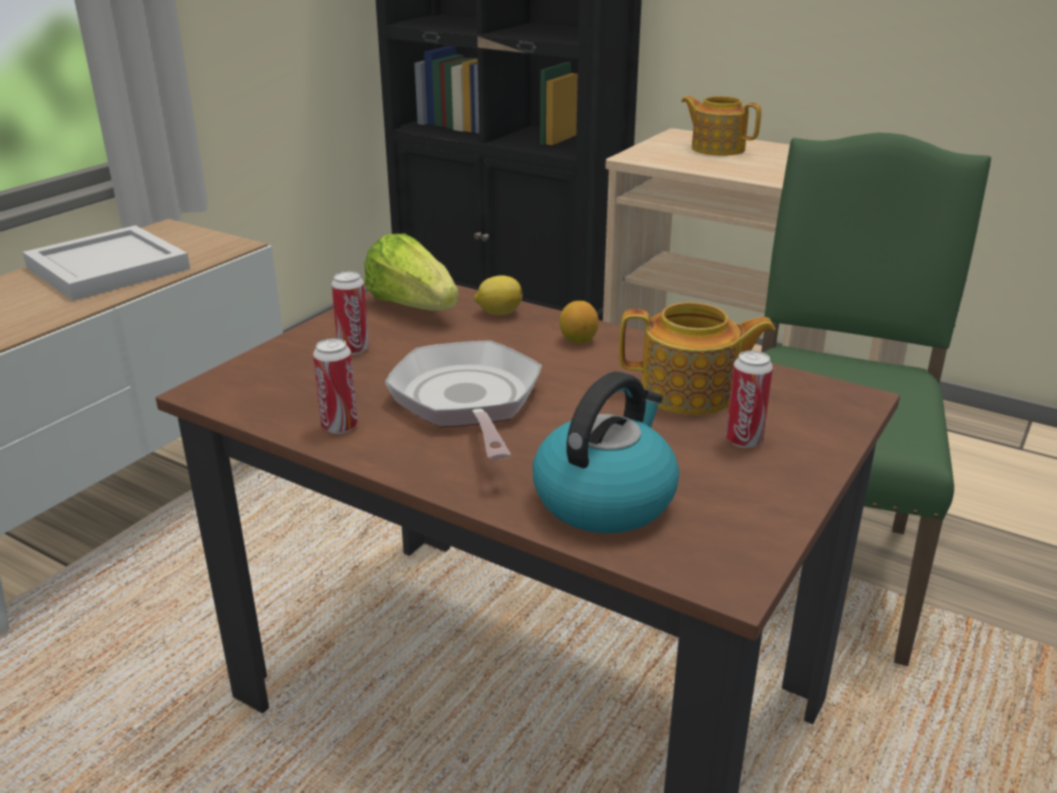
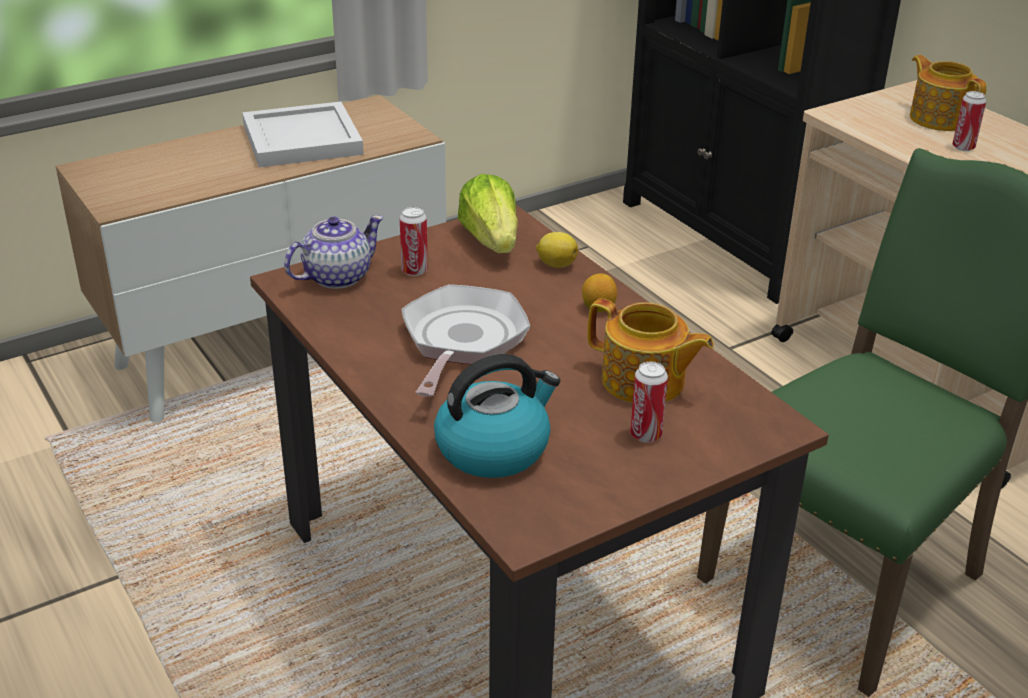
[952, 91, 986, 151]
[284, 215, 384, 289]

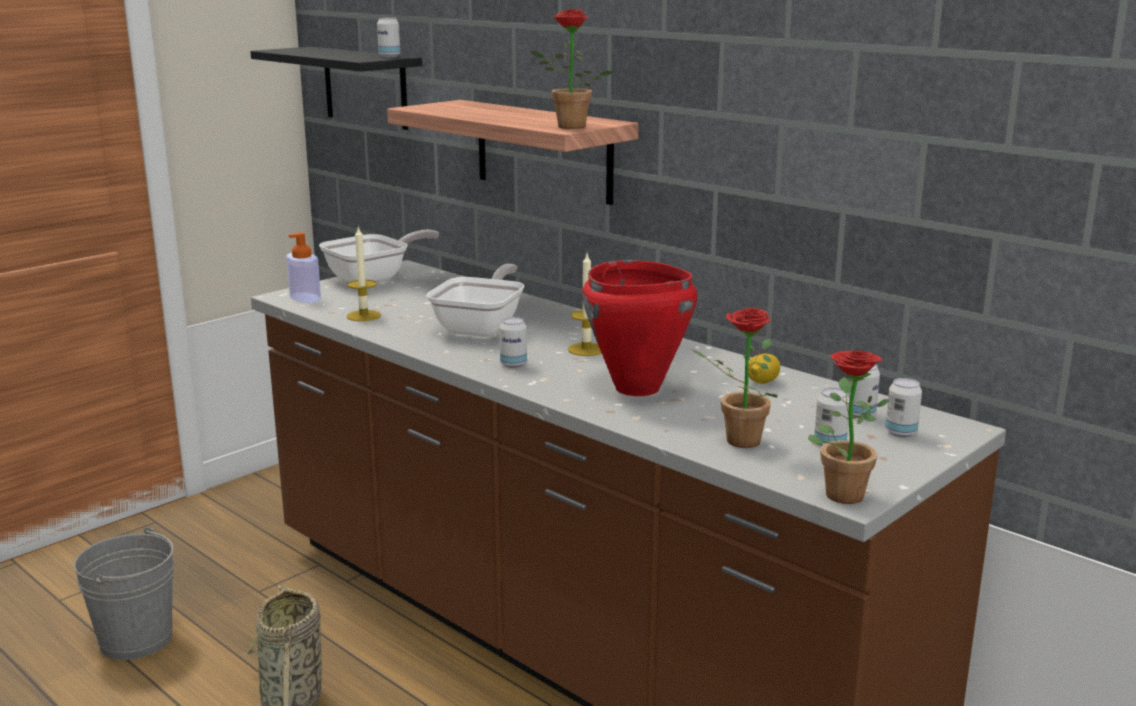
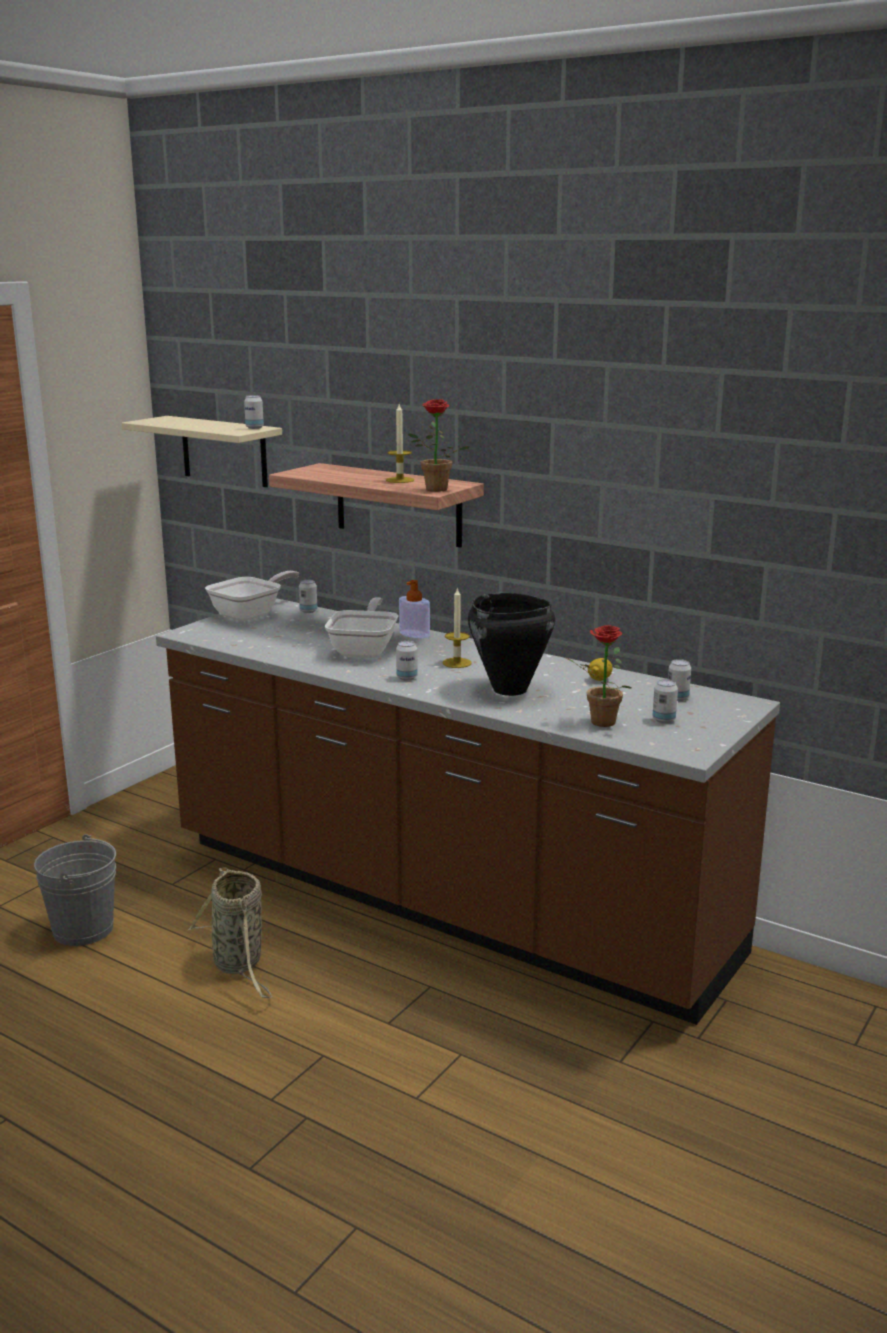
[122, 416, 282, 487]
[386, 404, 414, 483]
[399, 580, 430, 638]
[468, 593, 555, 696]
[808, 350, 890, 504] (first image)
[299, 580, 317, 613]

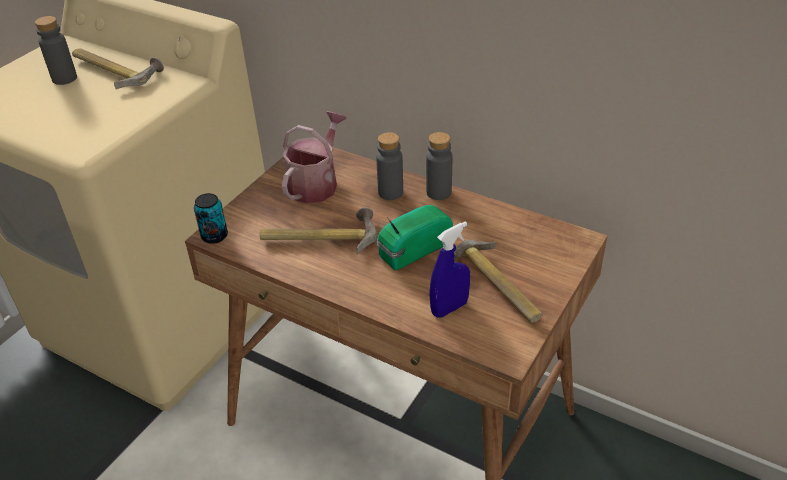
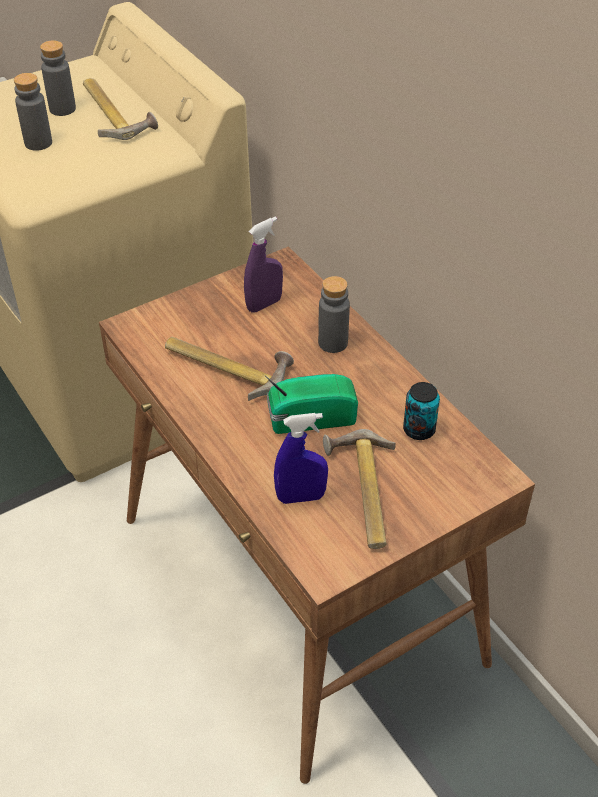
[244, 217, 283, 313]
[14, 73, 52, 151]
[403, 382, 440, 440]

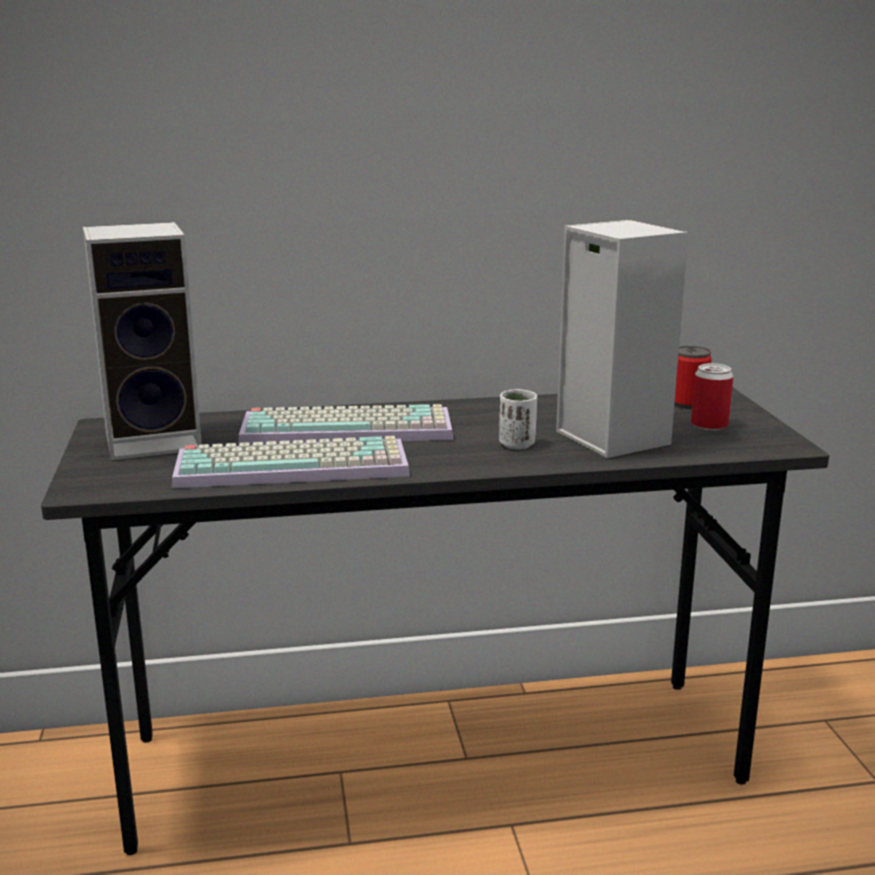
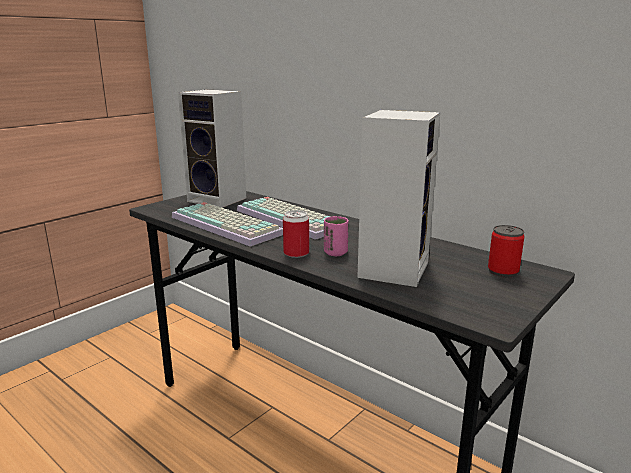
[283, 210, 309, 258]
[324, 216, 349, 256]

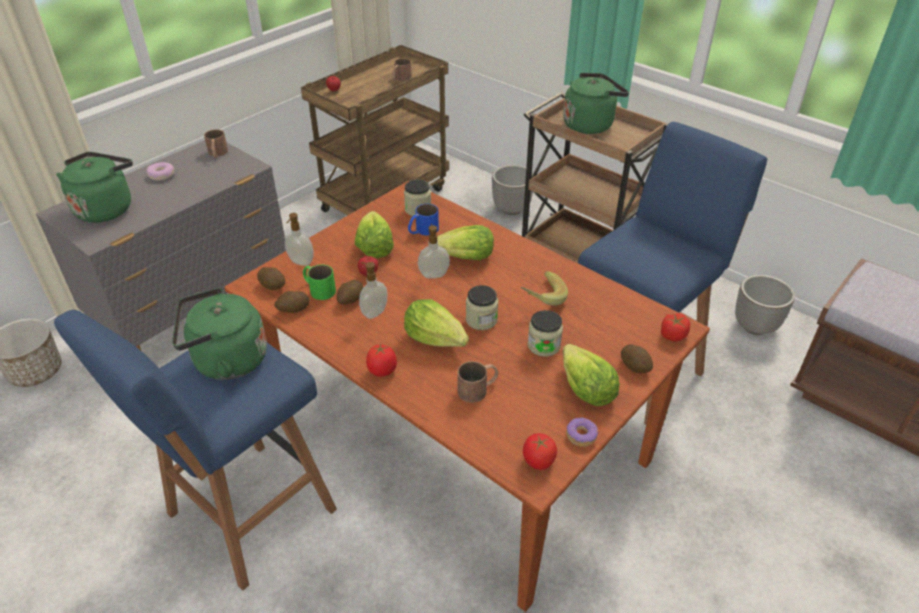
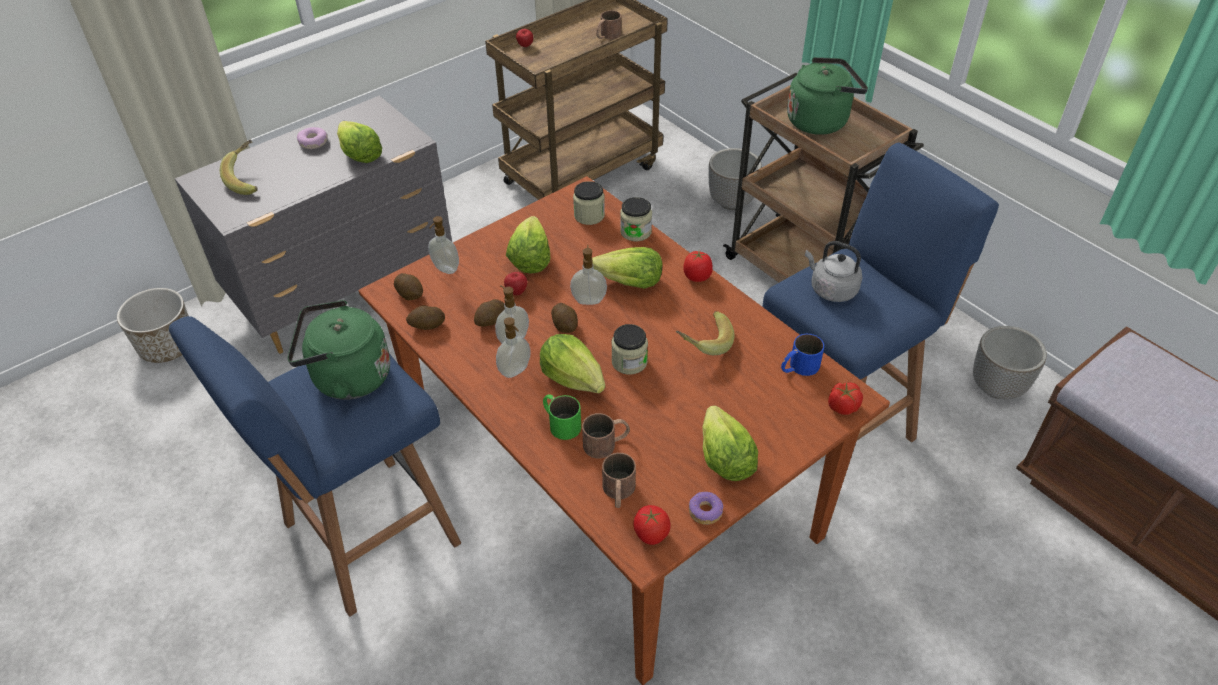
[602, 453, 636, 508]
[220, 140, 258, 195]
[781, 334, 824, 376]
[543, 394, 581, 440]
[620, 197, 652, 241]
[683, 251, 713, 282]
[551, 303, 578, 333]
[337, 121, 382, 163]
[805, 241, 862, 302]
[496, 317, 531, 378]

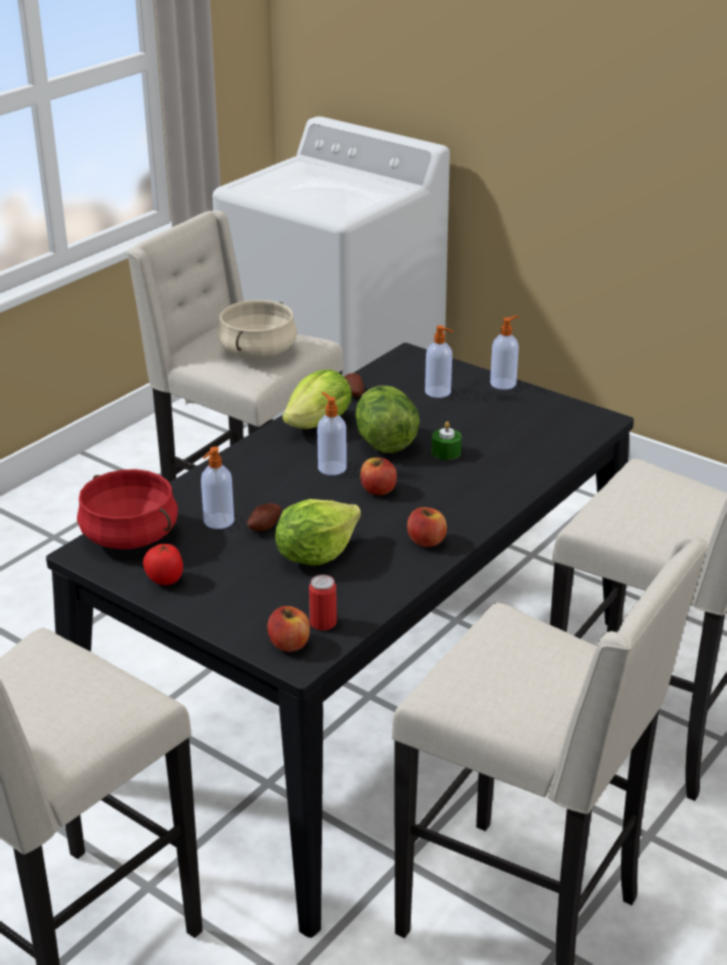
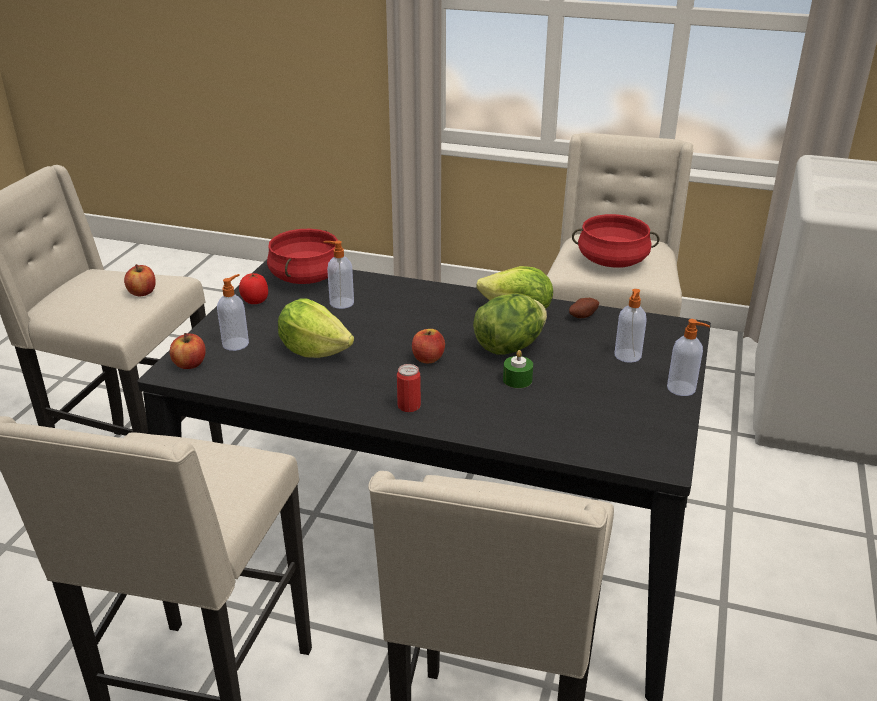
[572, 214, 659, 268]
[217, 274, 249, 351]
[247, 503, 281, 531] (first image)
[124, 264, 156, 296]
[397, 364, 421, 412]

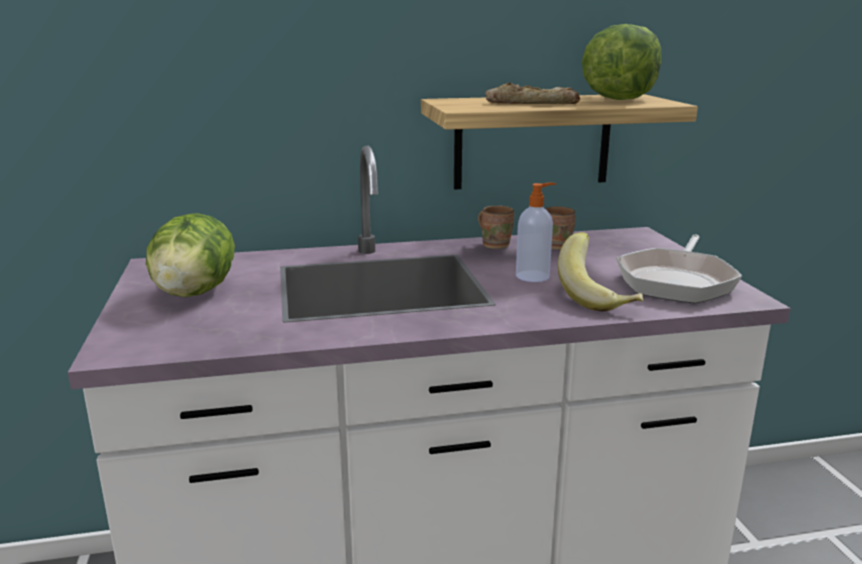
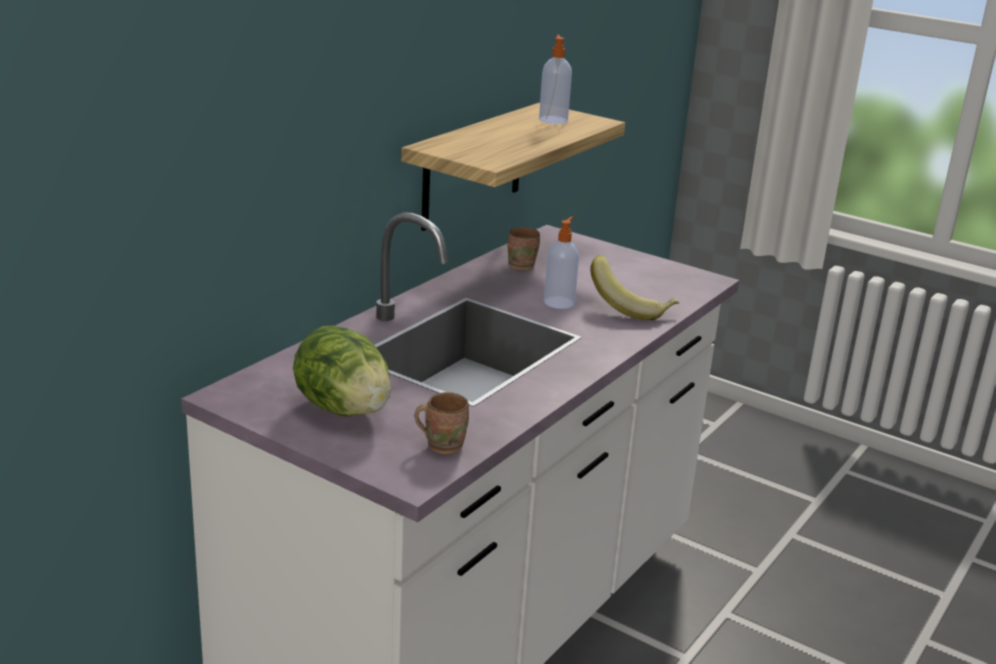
[539, 35, 572, 124]
[485, 83, 580, 104] (first image)
[415, 392, 469, 455]
[616, 235, 742, 303] (first image)

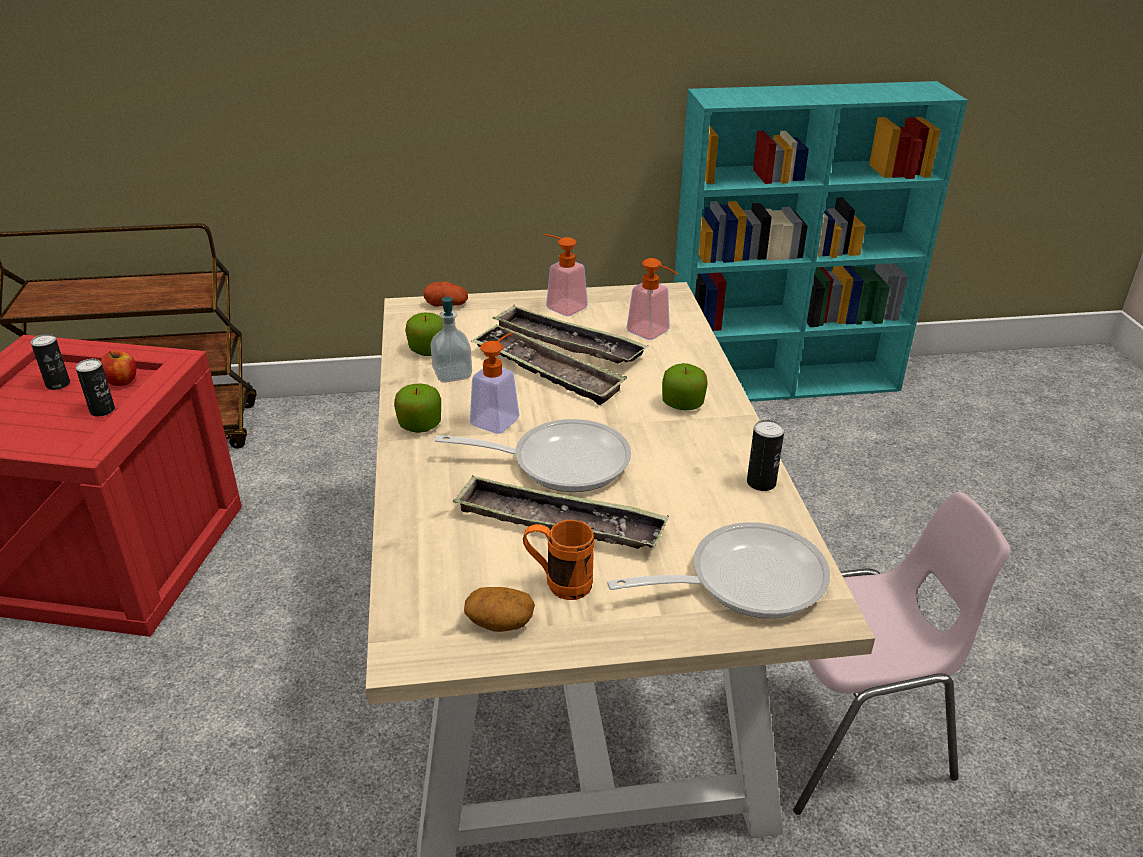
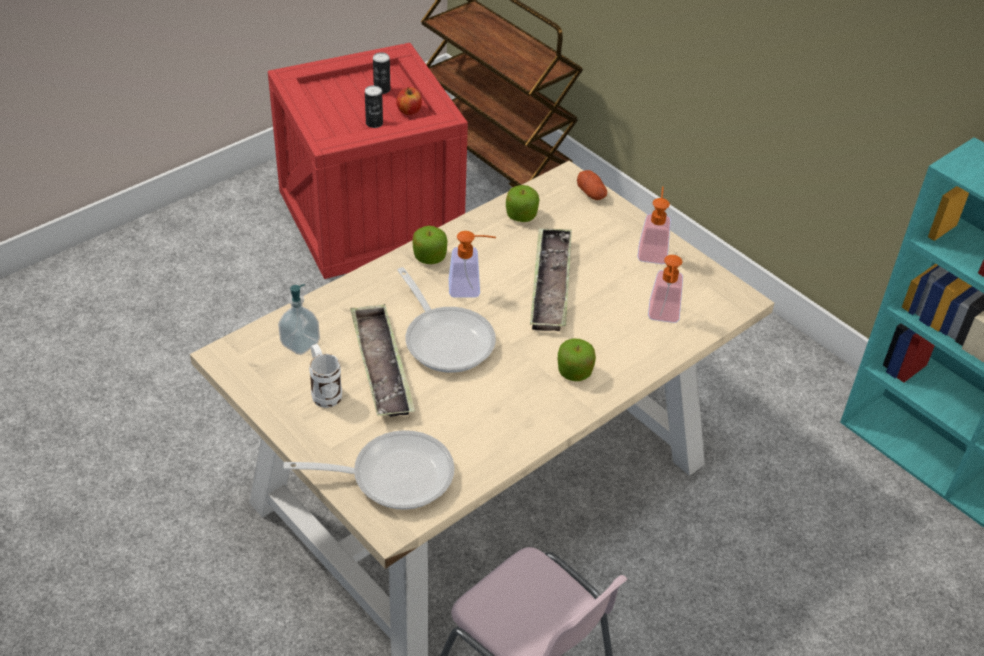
[278, 284, 320, 355]
[493, 305, 648, 364] (first image)
[747, 419, 784, 491] (first image)
[309, 344, 342, 408]
[284, 430, 455, 510]
[464, 587, 535, 632] (first image)

